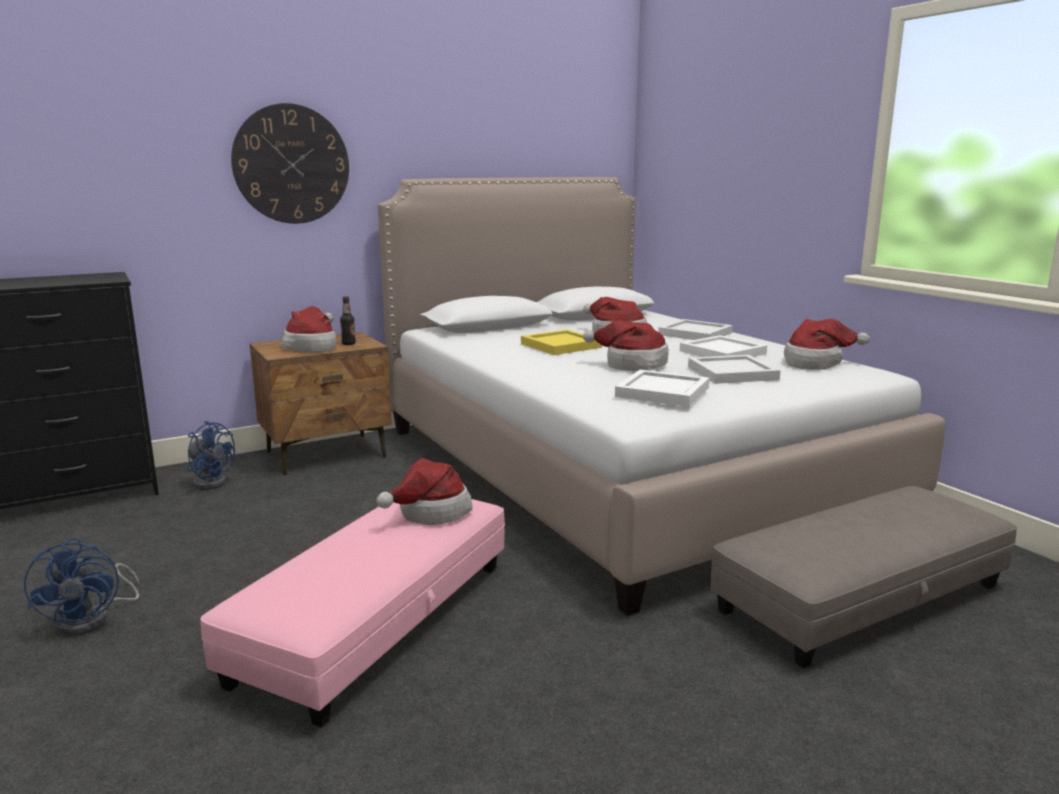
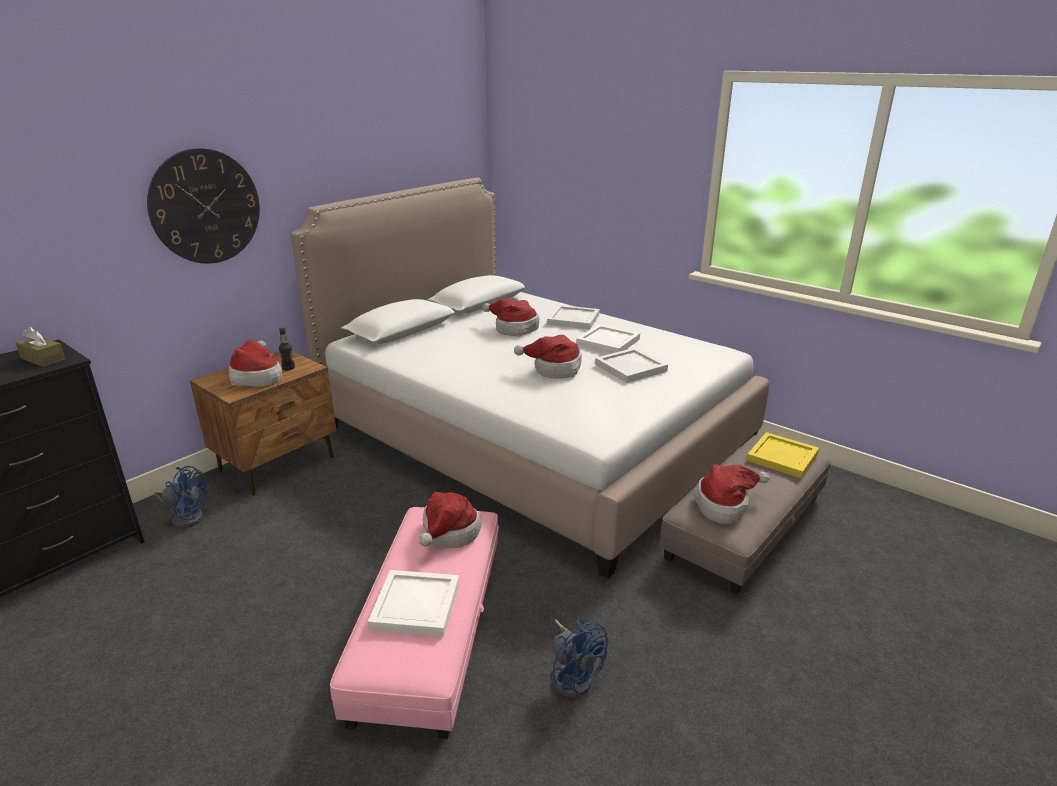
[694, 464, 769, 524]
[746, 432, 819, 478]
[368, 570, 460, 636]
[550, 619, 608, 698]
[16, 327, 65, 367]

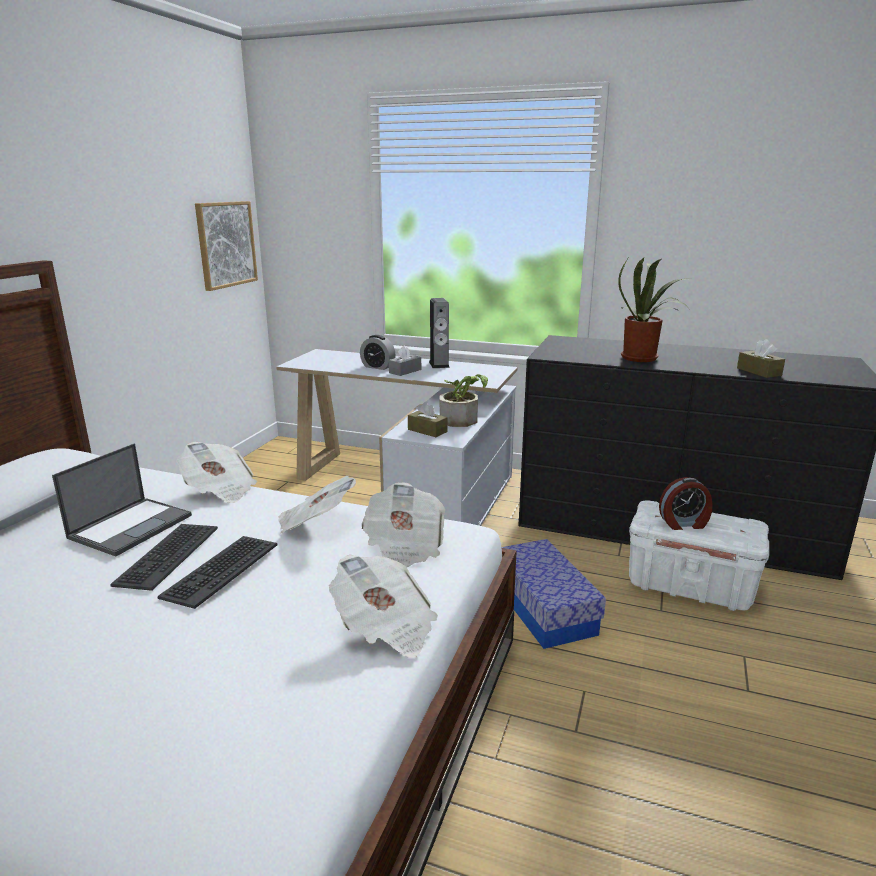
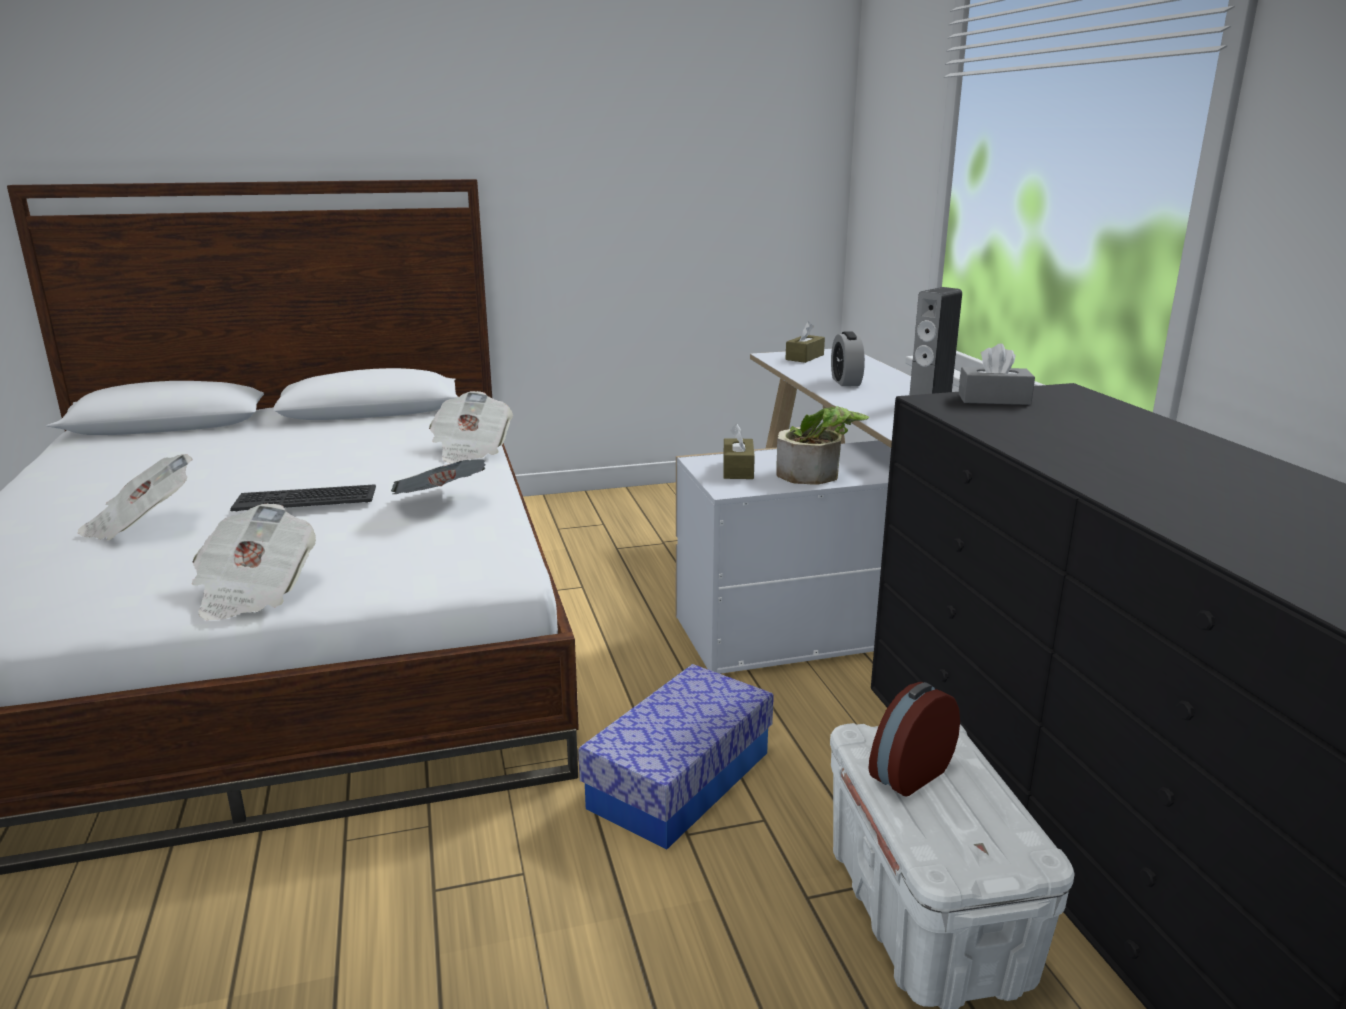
[195, 201, 258, 291] (first image)
[618, 257, 692, 362] (first image)
[785, 322, 825, 363]
[958, 343, 1035, 405]
[52, 443, 192, 556] (first image)
[868, 682, 960, 797]
[77, 454, 193, 541]
[111, 524, 218, 591] (first image)

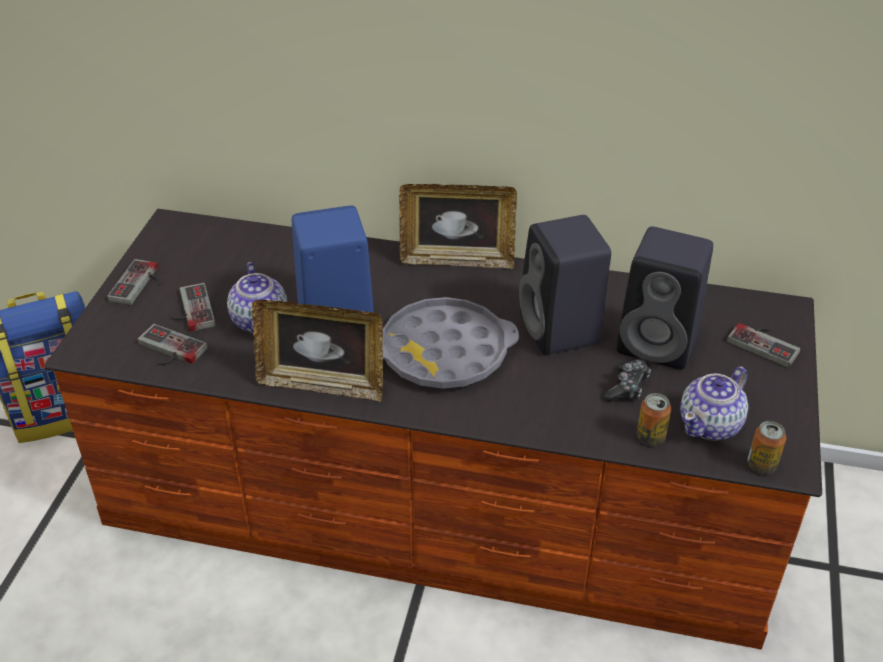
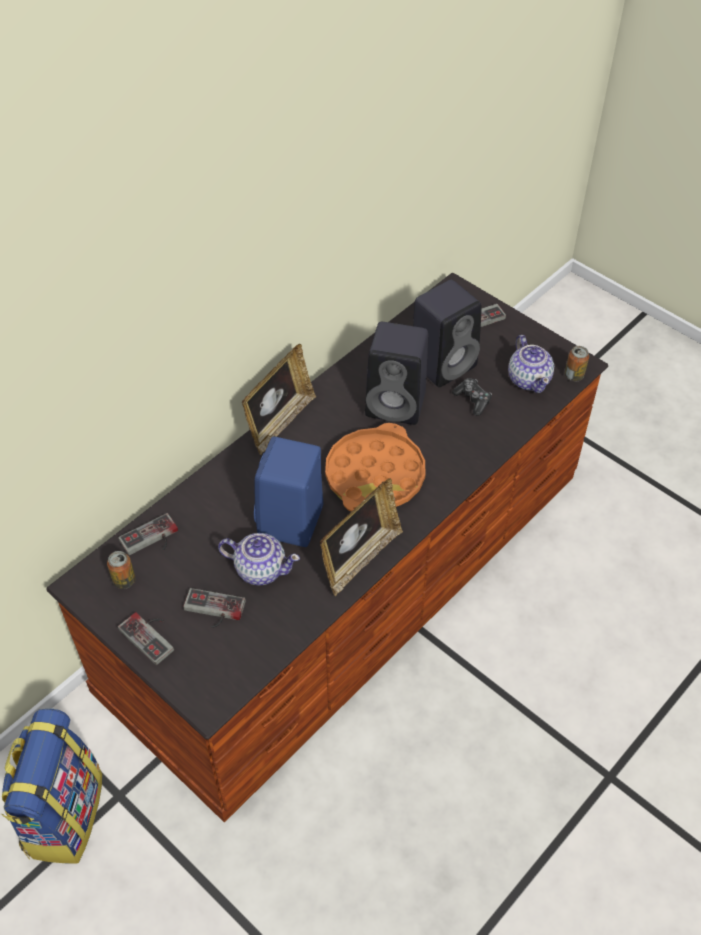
[325, 423, 425, 512]
[118, 513, 178, 555]
[107, 551, 136, 589]

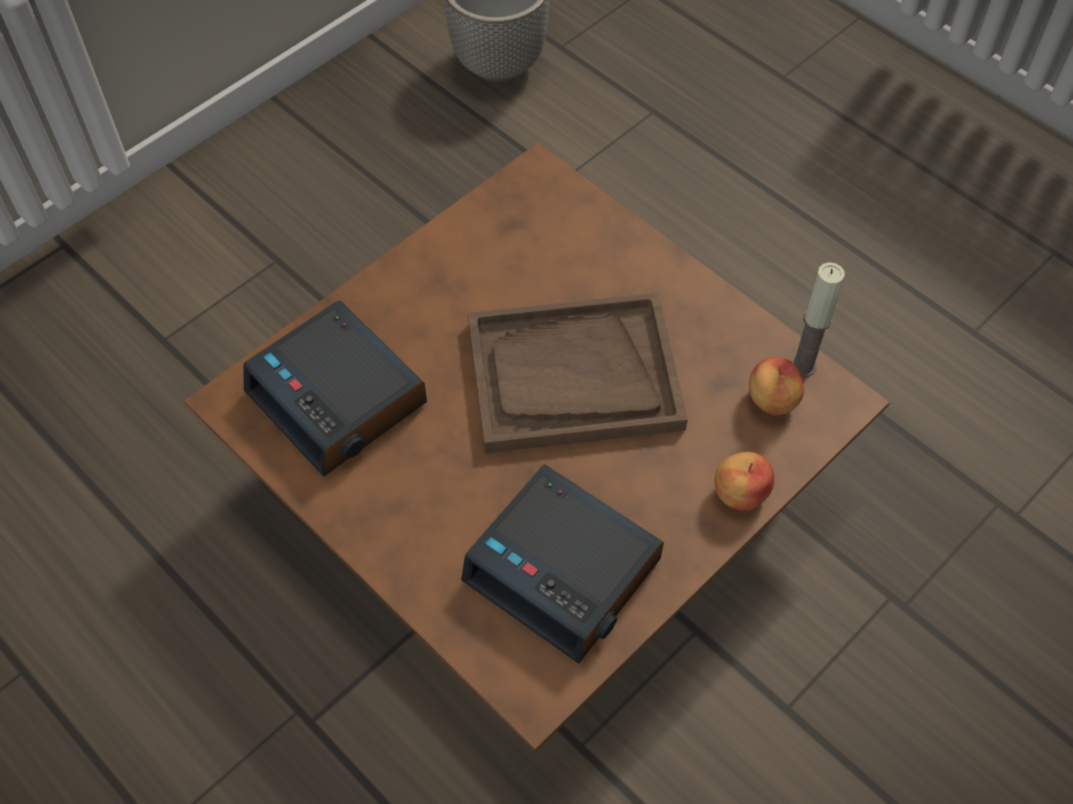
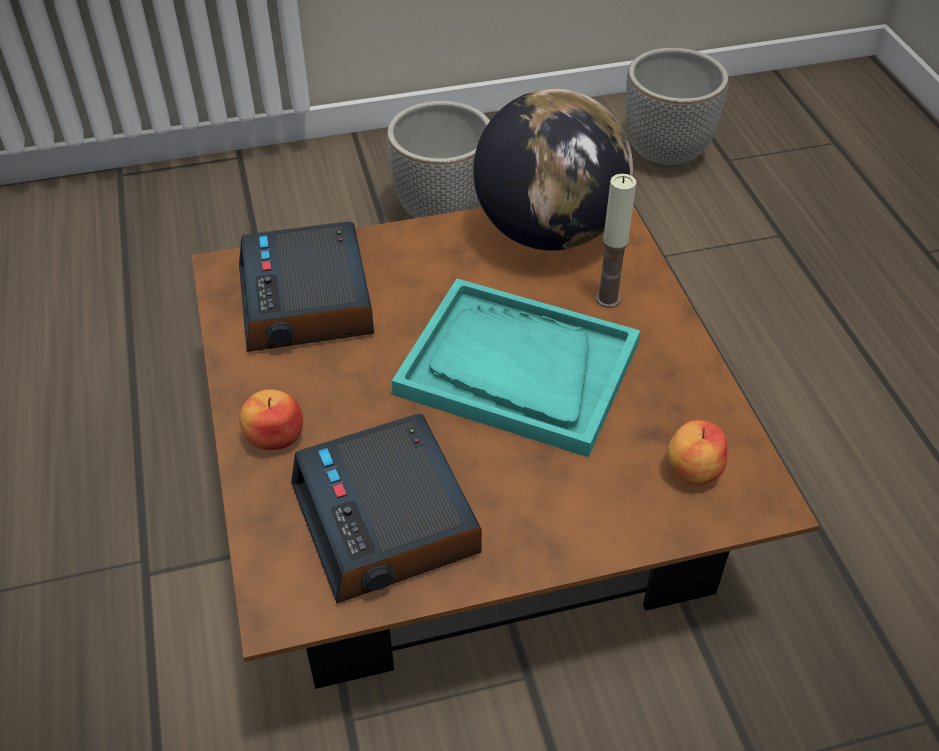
[595, 174, 636, 308]
[392, 279, 640, 457]
[239, 389, 303, 450]
[473, 88, 633, 251]
[387, 101, 490, 218]

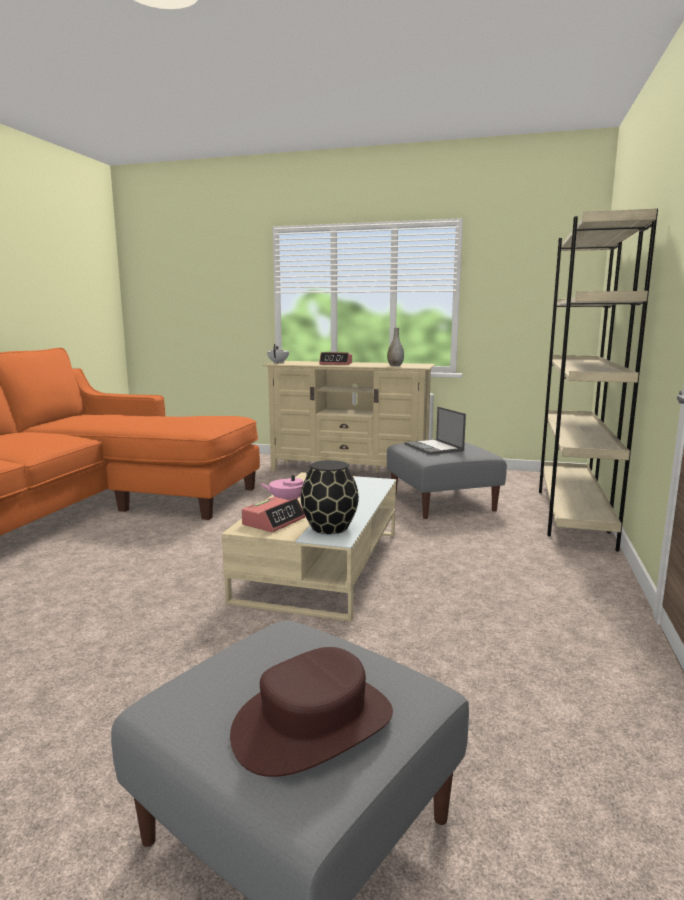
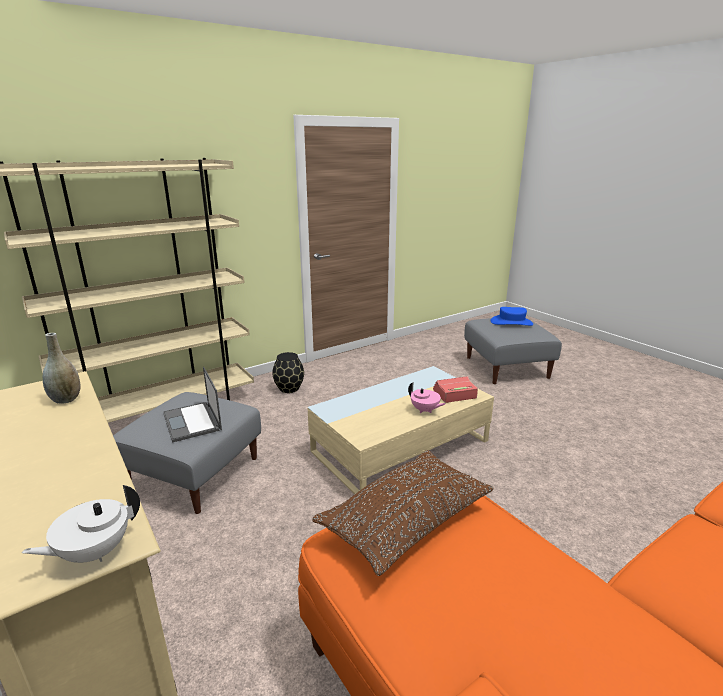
[319, 352, 352, 365] (first image)
[163, 367, 222, 443]
[272, 352, 304, 393]
[490, 307, 533, 326]
[312, 450, 494, 576]

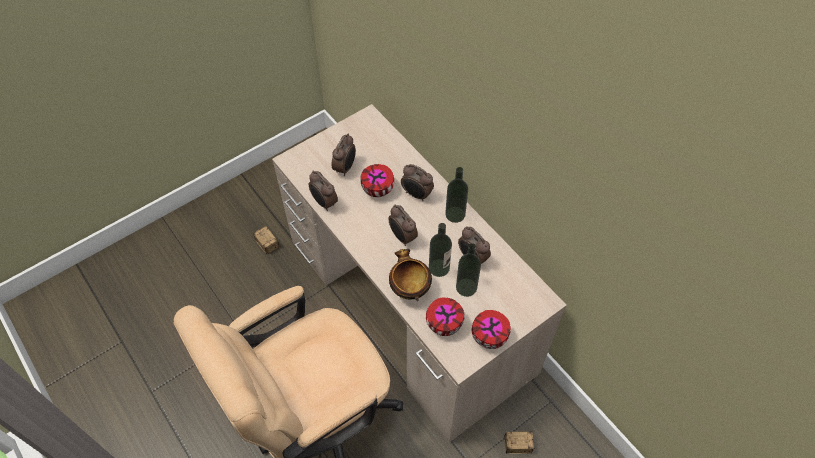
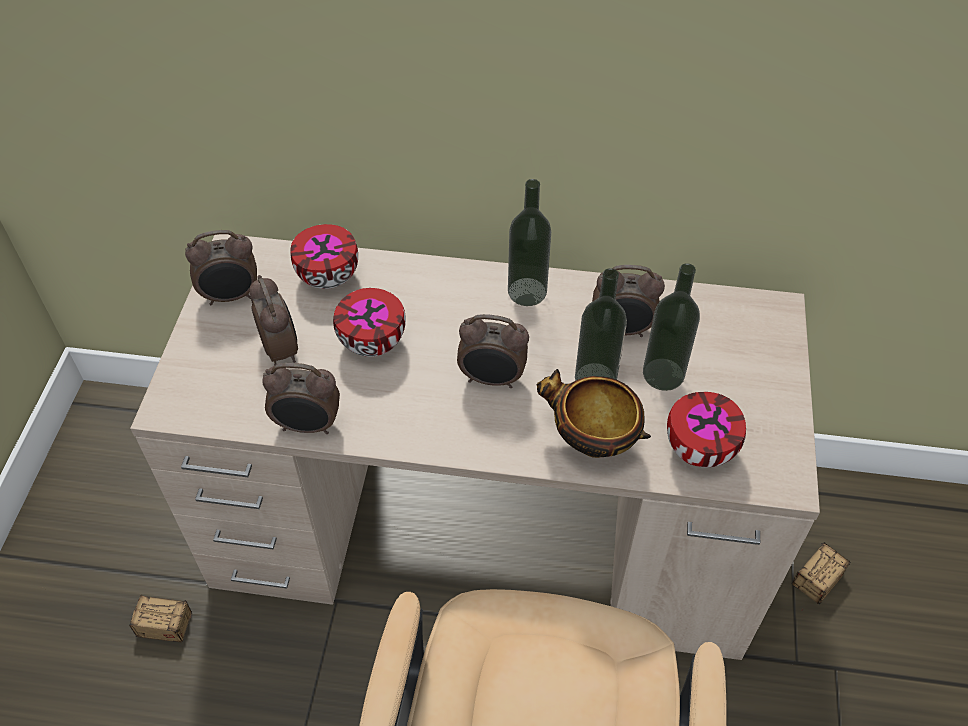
[185, 230, 257, 305]
[290, 224, 358, 289]

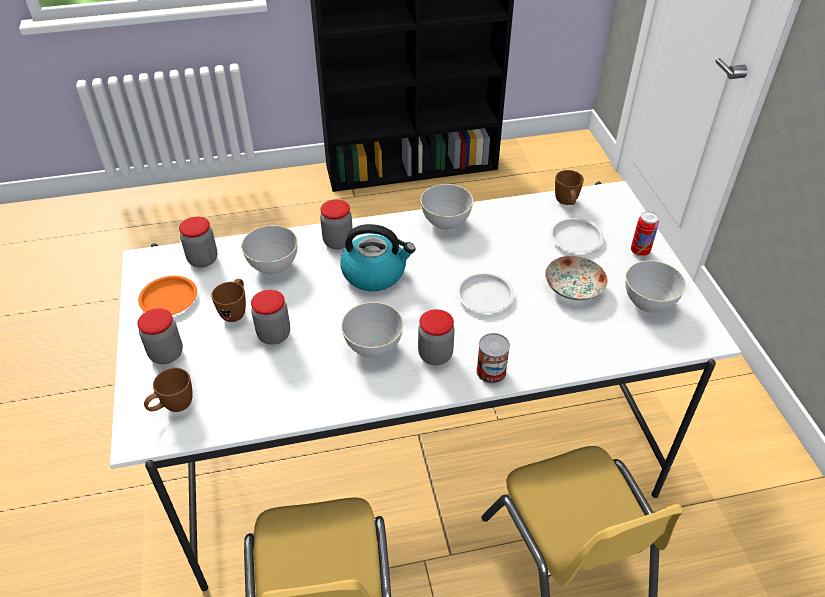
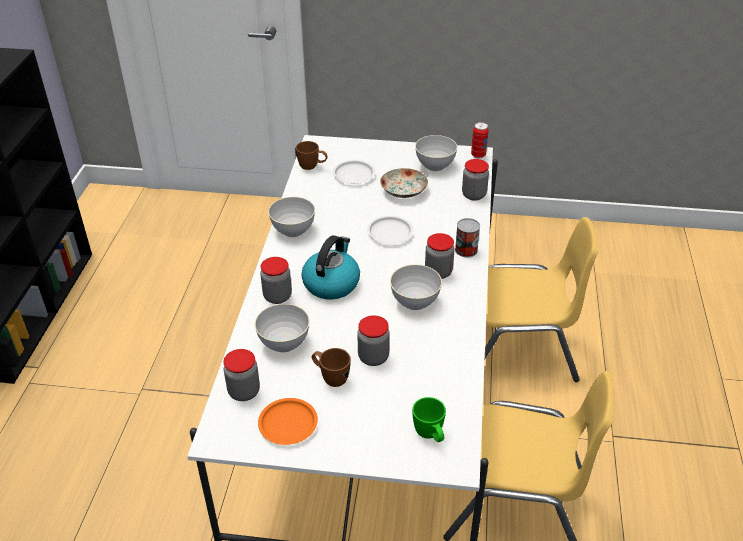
[471, 122, 489, 158]
[462, 159, 489, 201]
[412, 397, 446, 442]

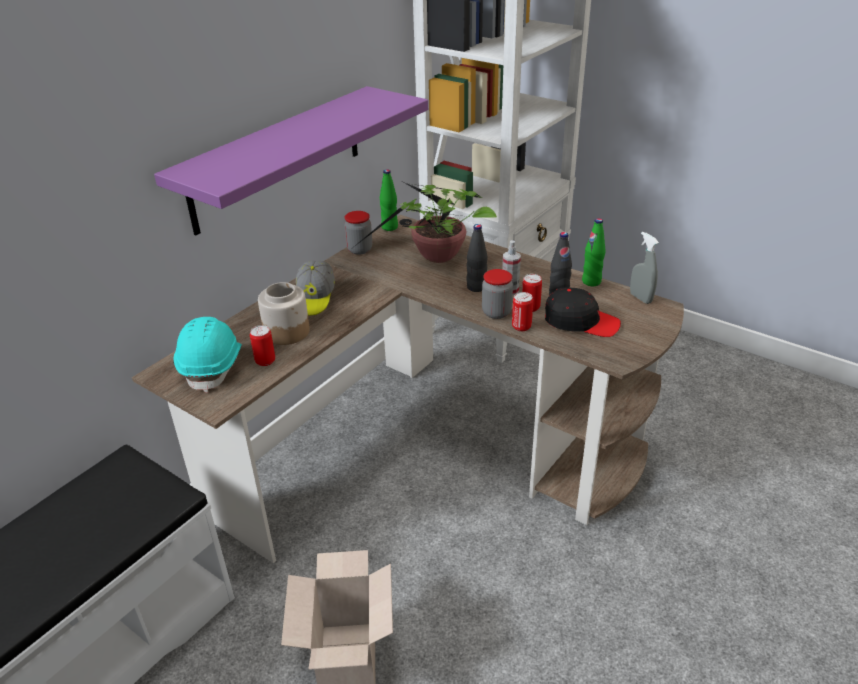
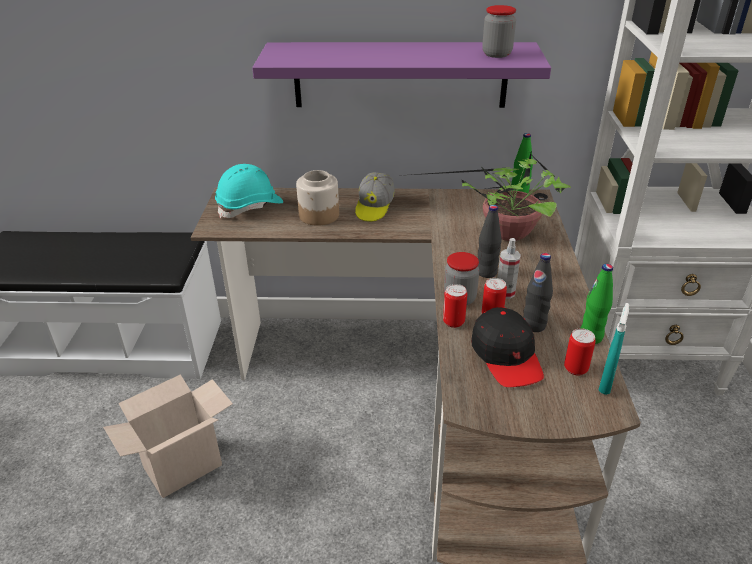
[482, 5, 516, 58]
[599, 303, 629, 395]
[355, 172, 395, 222]
[564, 328, 596, 376]

